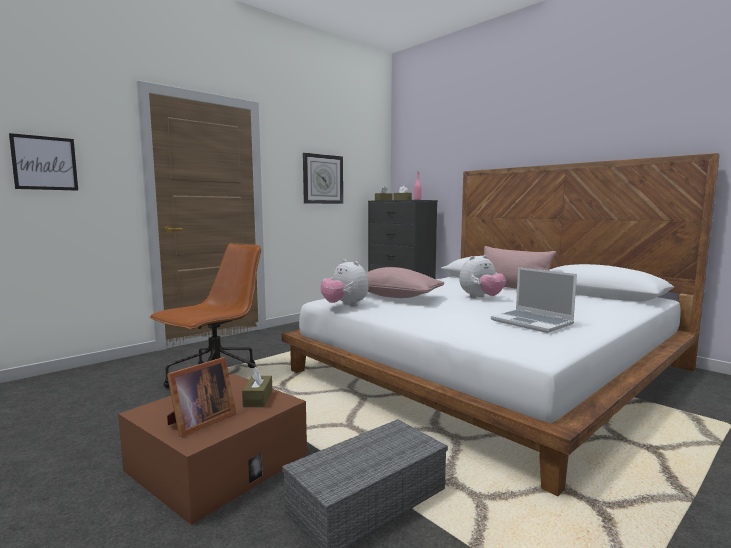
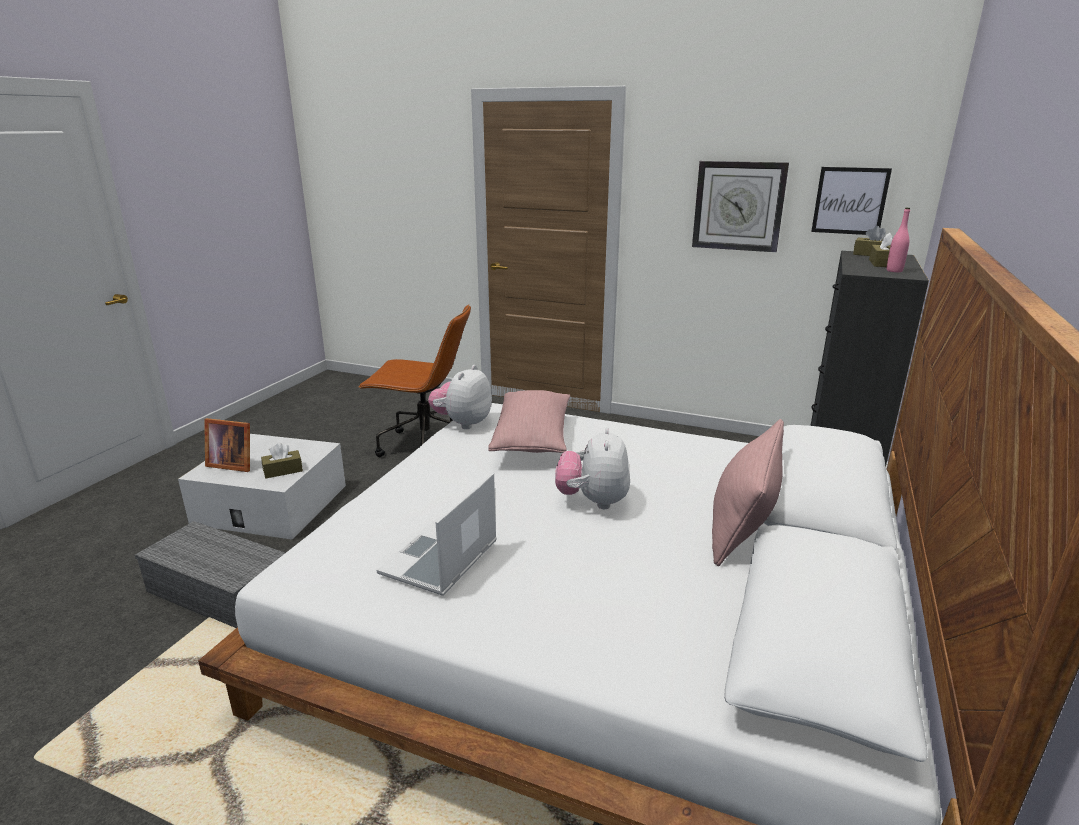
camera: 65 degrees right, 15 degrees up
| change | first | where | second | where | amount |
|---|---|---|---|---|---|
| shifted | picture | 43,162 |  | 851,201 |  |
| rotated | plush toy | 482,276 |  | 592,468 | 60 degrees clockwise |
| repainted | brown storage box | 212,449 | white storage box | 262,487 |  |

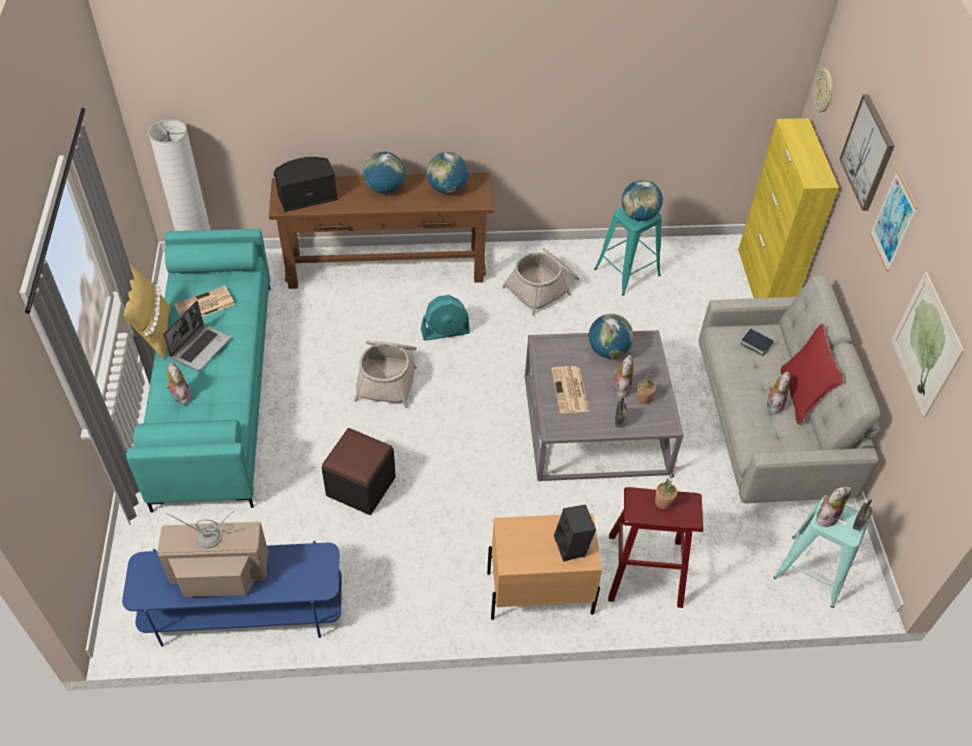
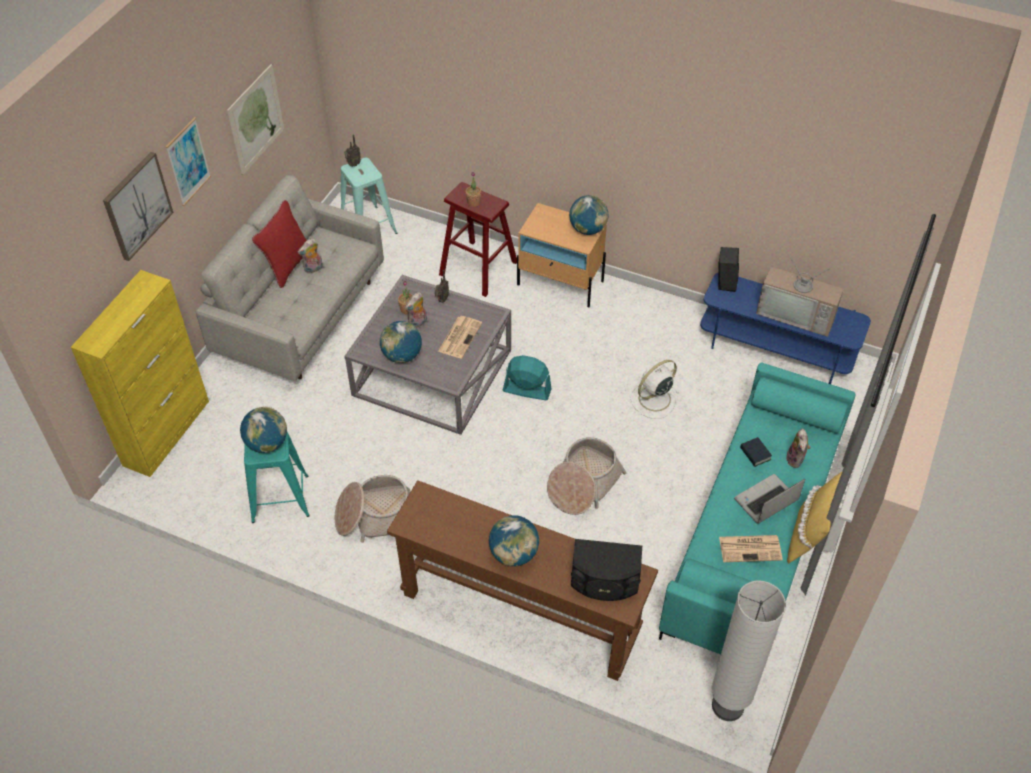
camera: 150 degrees left, 0 degrees up
| change | first | where | second | where | amount |
|---|---|---|---|---|---|
| gone | wall clock | 823,90 |  |  |  |
| shifted | globe | 447,173 |  | 589,215 |  |
| shifted | turquoise fan | 445,318 |  | 527,377 |  |
| shifted | book | 756,342 |  | 756,452 |  |
| swapped | black ottoman | 358,471 | white fan | 654,389 |  |
| gone | plush toy | 834,507 |  |  |  |
| shifted | black speaker | 575,533 |  | 728,269 |  |

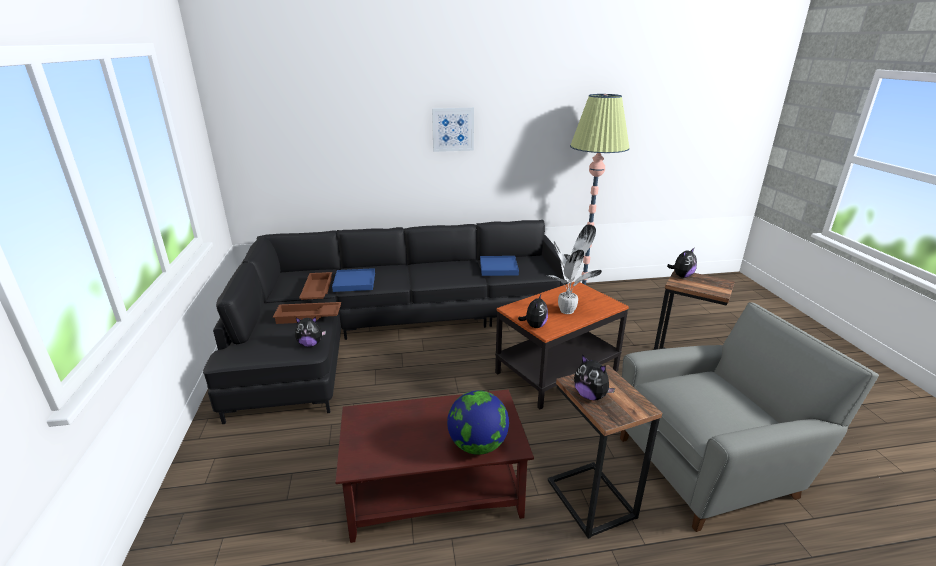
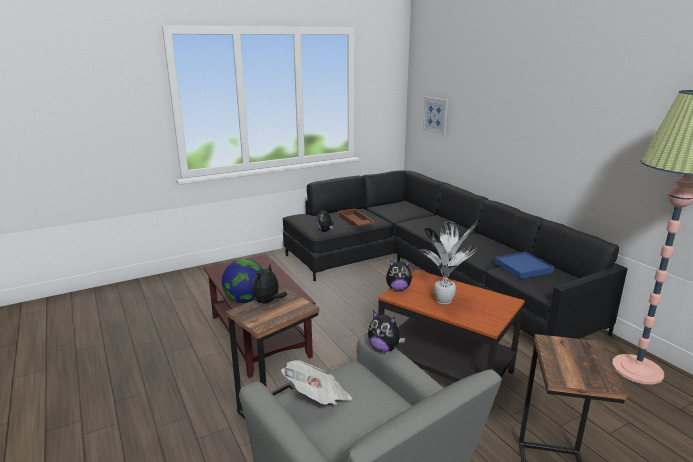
camera: 70 degrees right, 5 degrees down
| change | first | where | second | where | amount |
|---|---|---|---|---|---|
| shifted | picture | 453,130 |  | 435,116 |  |
| shifted | plush toy | 682,262 |  | 386,331 |  |
| gone | blue tray | 353,280 |  |  |  |
| gone | brown tray | 315,286 |  |  |  |
| new |  |  | newspaper | 316,382 |  |

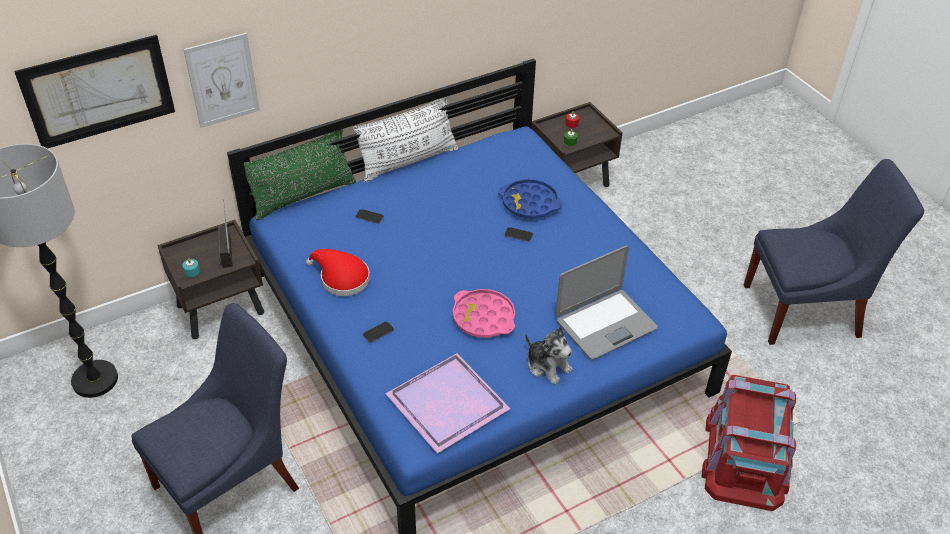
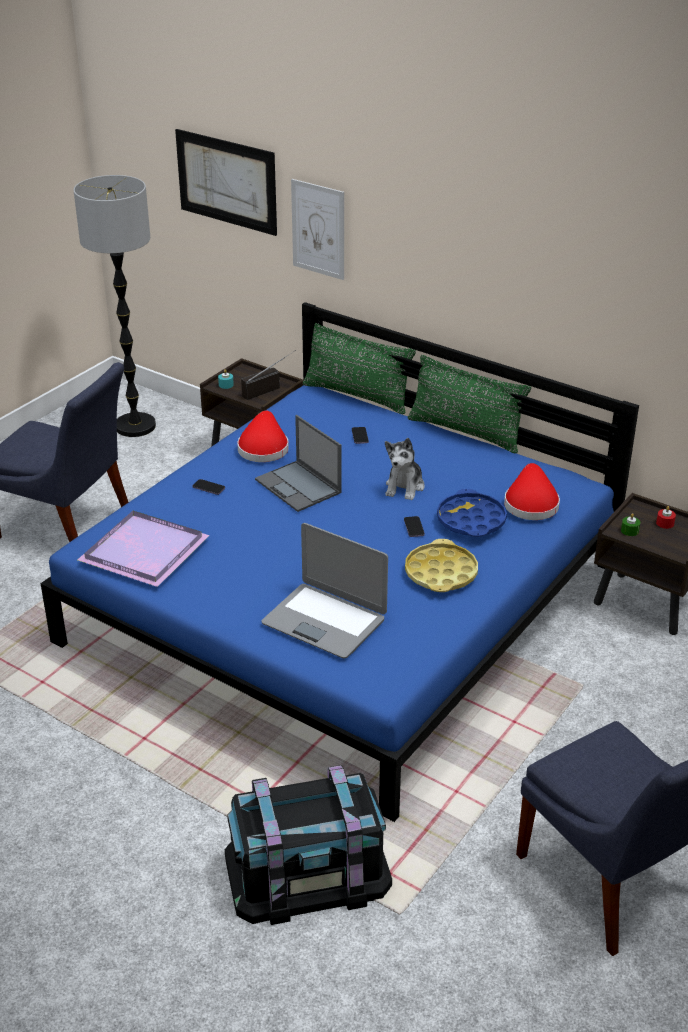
camera: 65 degrees right, 10 degrees down
| change | first | where | second | where | amount |
|---|---|---|---|---|---|
| repainted | white pillow | 405,139 | green pillow | 469,404 |  |
| gone | pink tray | 484,313 |  |  |  |
| shifted | plush toy | 549,356 |  | 405,469 |  |
| repainted | red storage box | 749,443 | black storage box | 308,845 |  |
| new |  |  | laptop | 298,463 |  |
| new |  |  | red hat | 532,491 |  |
| new |  |  | yellow tray | 441,565 |  |

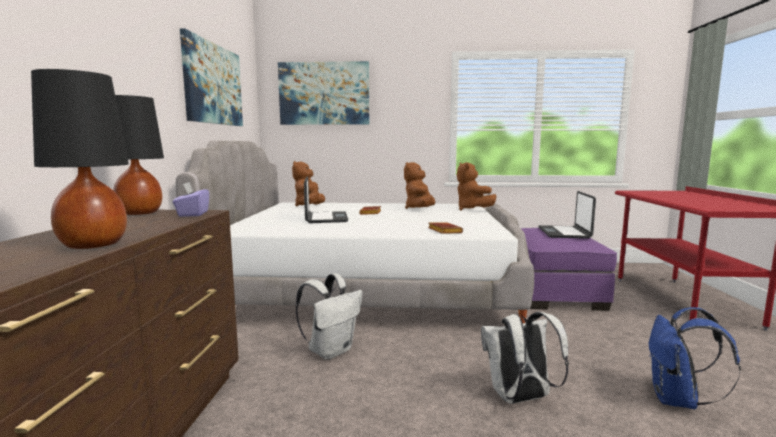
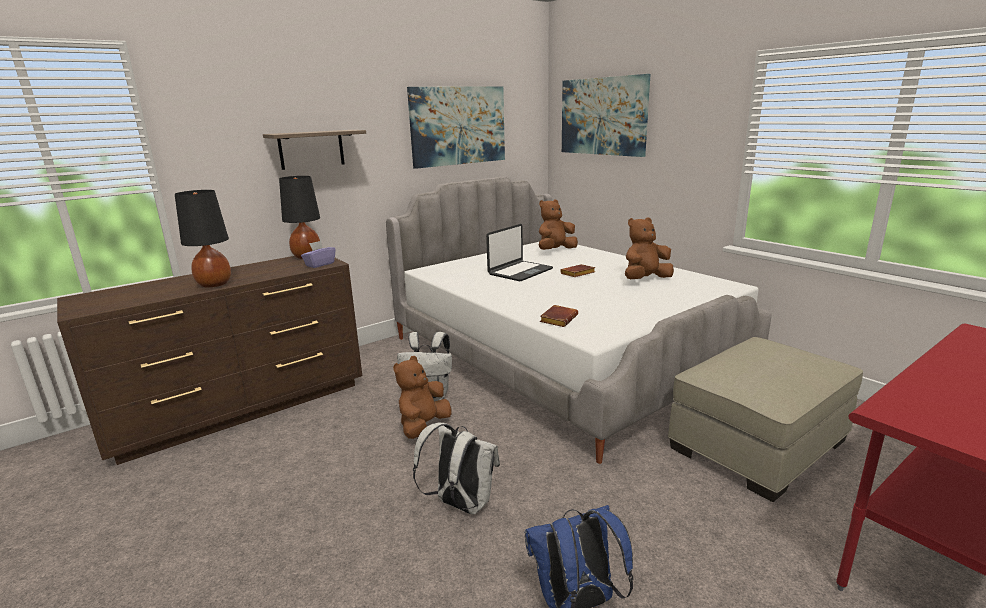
camera: 50 degrees right, 10 degrees up
| change | first | where | second | where | amount |
|---|---|---|---|---|---|
| shifted | brown plush toy | 476,186 |  | 422,397 |  |
| gone | laptop | 567,215 |  |  |  |
| repainted | purple ottoman | 568,269 | beige ottoman | 765,419 |  |
| new |  |  | shelf | 314,150 |  |

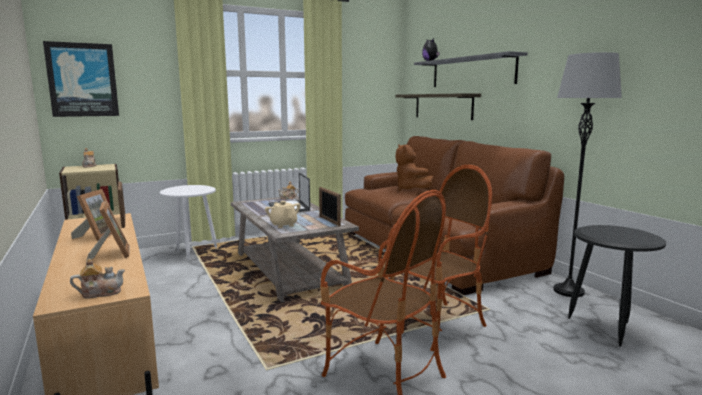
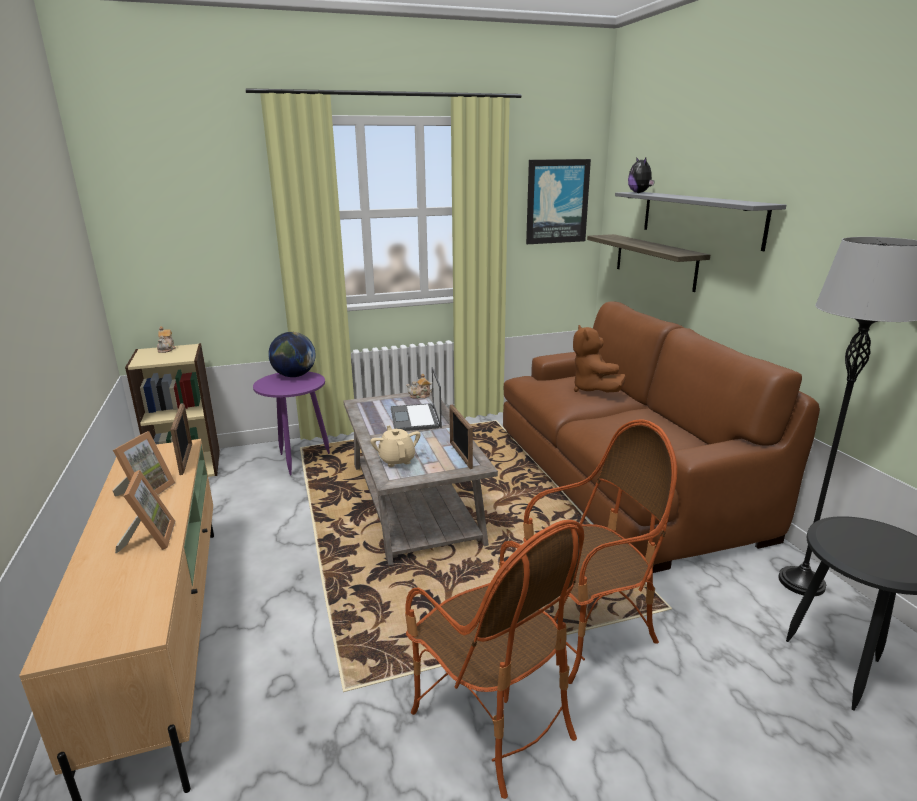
camera: 10 degrees right, 10 degrees up
| change | first | where | second | where | amount |
|---|---|---|---|---|---|
| shifted | picture | 81,79 |  | 558,201 |  |
| repainted | white side table | 188,223 | purple side table | 291,423 |  |
| gone | teapot | 97,278 |  |  |  |
| new |  |  | globe | 292,354 |  |

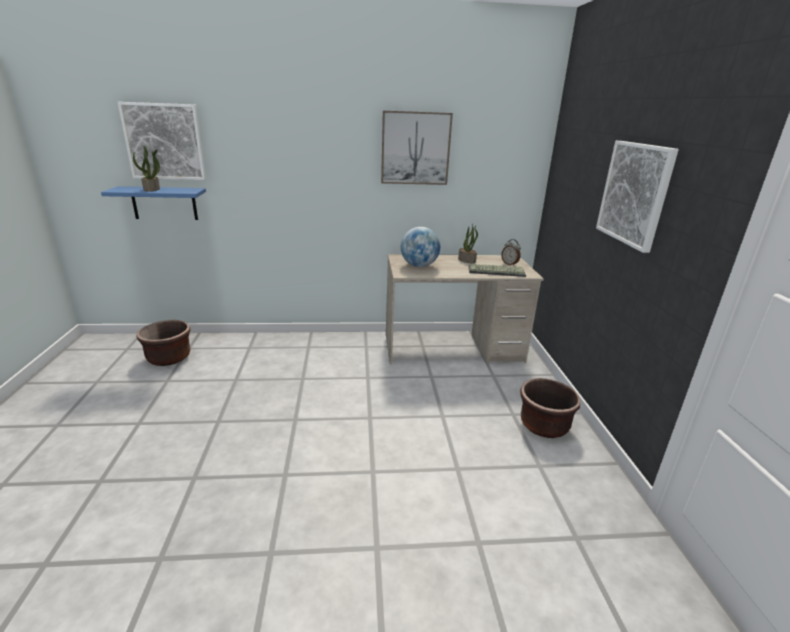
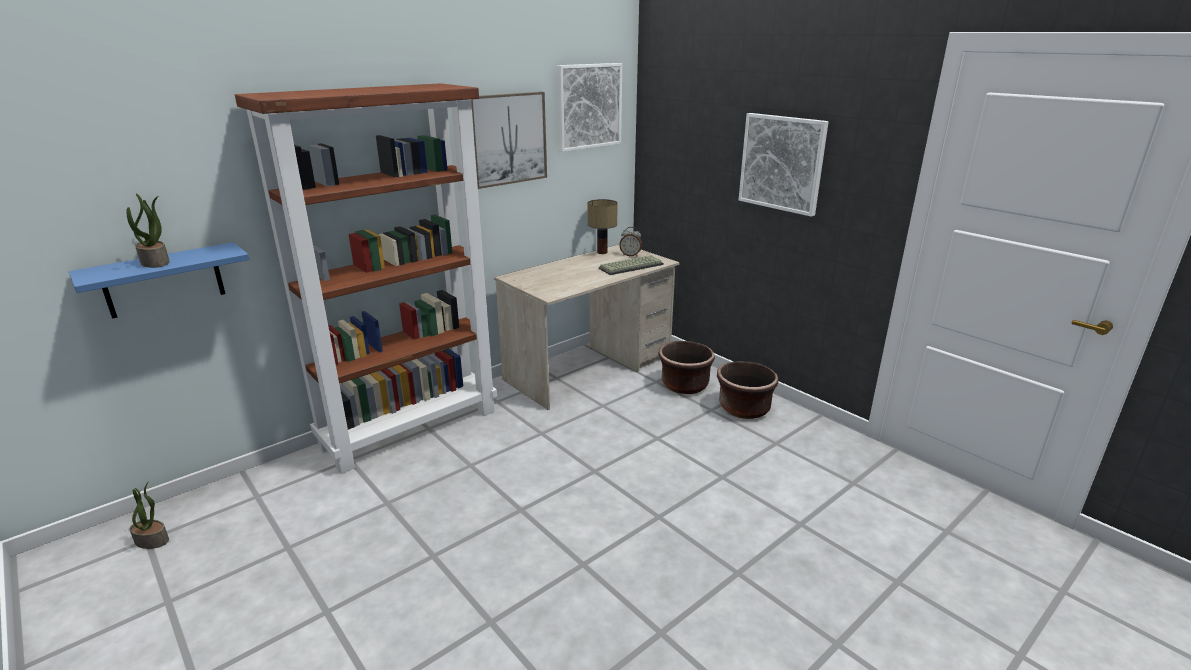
camera: 35 degrees left, 0 degrees up
| change | first | where | second | where | amount |
|---|---|---|---|---|---|
| shifted | picture | 162,141 |  | 589,107 |  |
| shifted | potted plant | 468,243 |  | 149,515 |  |
| gone | globe | 420,247 |  |  |  |
| shifted | brown planter | 164,343 |  | 686,367 |  |
| new |  |  | brown bookcase | 366,278 |  |
| new |  |  | table lamp | 603,226 |  |

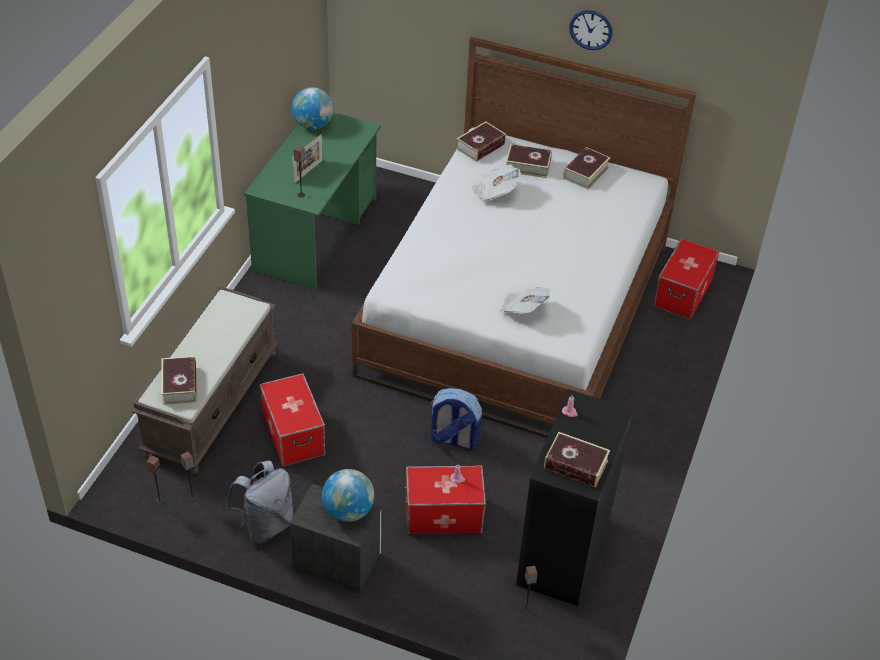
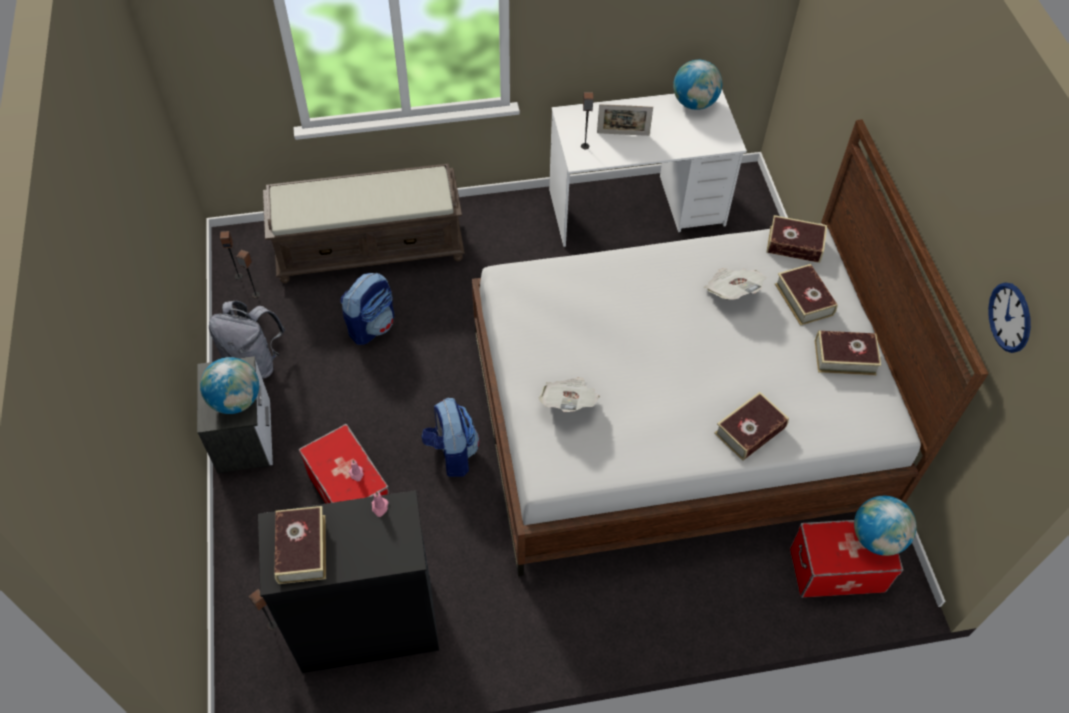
camera: 60 degrees right, 10 degrees up
| change | first | where | second | where | amount |
|---|---|---|---|---|---|
| shifted | wall clock | 590,30 |  | 1009,317 |  |
| repainted | green desk | 312,201 | white desk | 648,168 |  |
| shifted | book | 179,380 |  | 751,426 |  |
| swapped | storage box | 292,419 | backpack | 367,309 |  |
| new |  |  | globe | 885,526 |  |

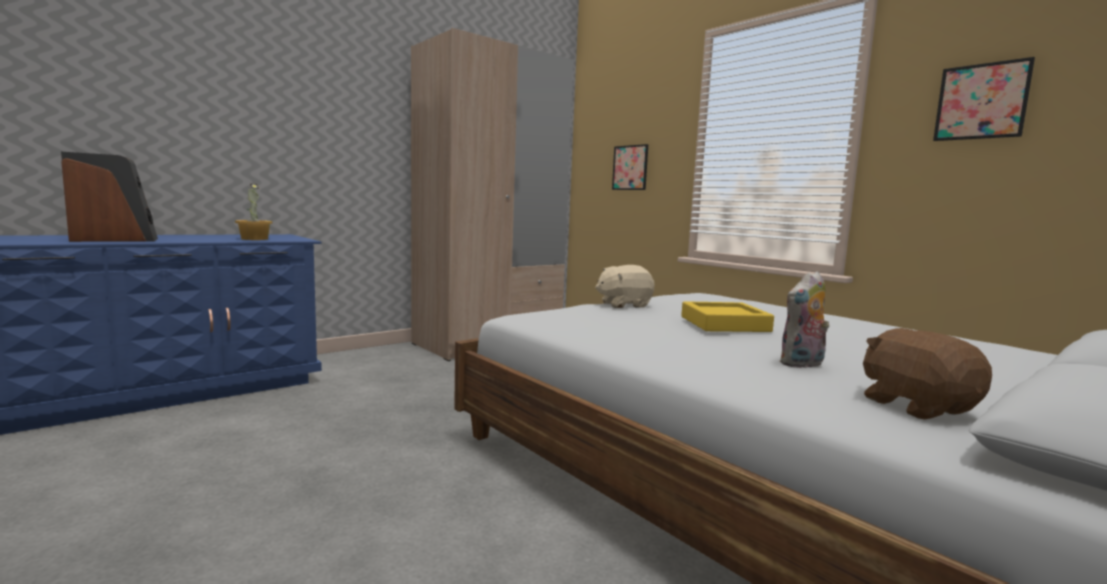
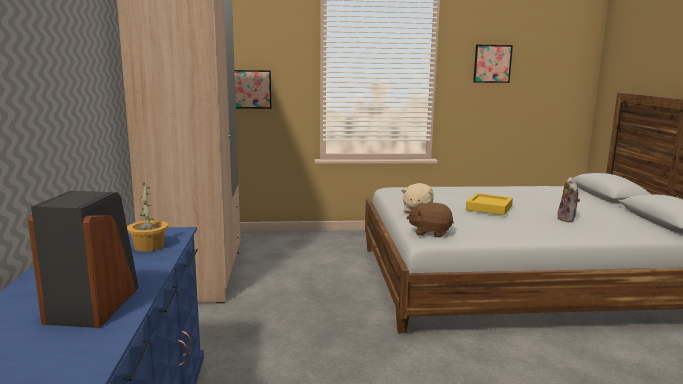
camera: 55 degrees left, 5 degrees up
| change | first | where | second | where | amount |
|---|---|---|---|---|---|
| shifted | brown plush toy | 927,373 |  | 430,220 |  |

